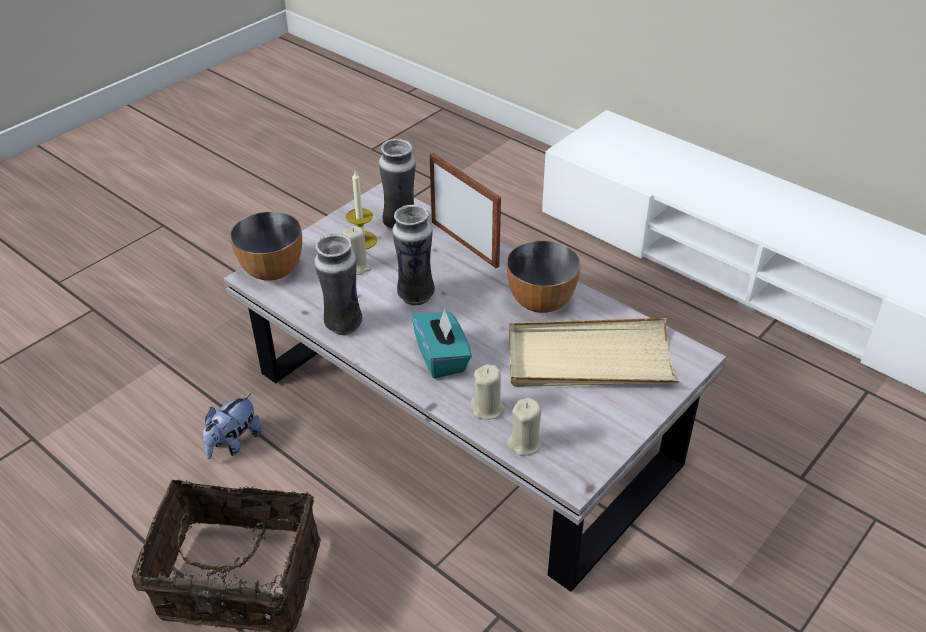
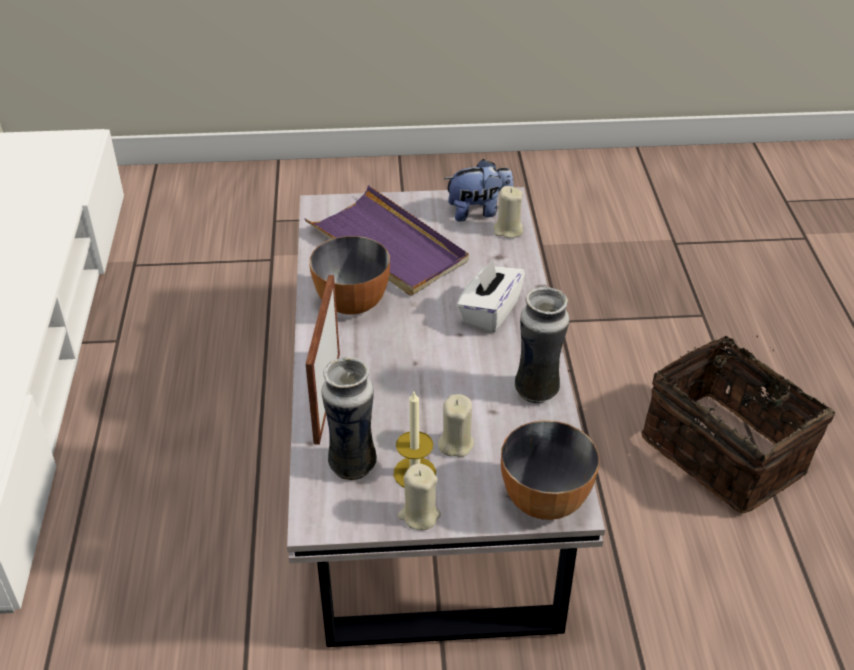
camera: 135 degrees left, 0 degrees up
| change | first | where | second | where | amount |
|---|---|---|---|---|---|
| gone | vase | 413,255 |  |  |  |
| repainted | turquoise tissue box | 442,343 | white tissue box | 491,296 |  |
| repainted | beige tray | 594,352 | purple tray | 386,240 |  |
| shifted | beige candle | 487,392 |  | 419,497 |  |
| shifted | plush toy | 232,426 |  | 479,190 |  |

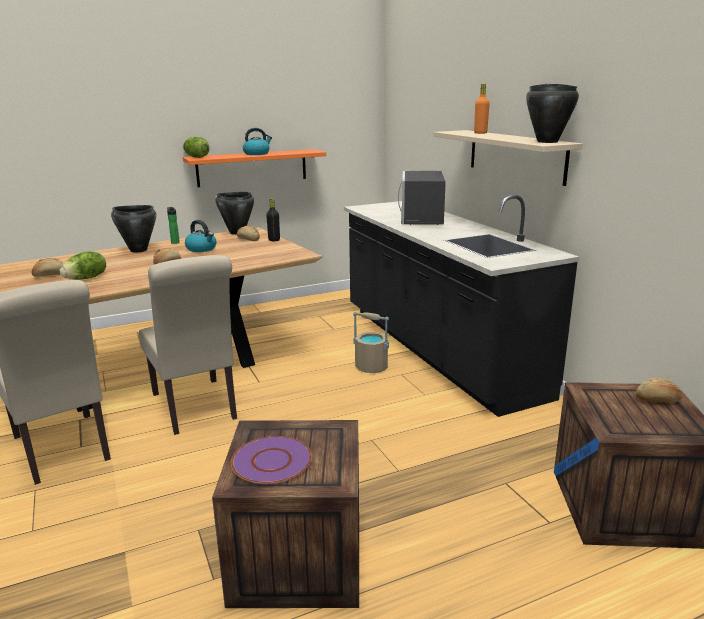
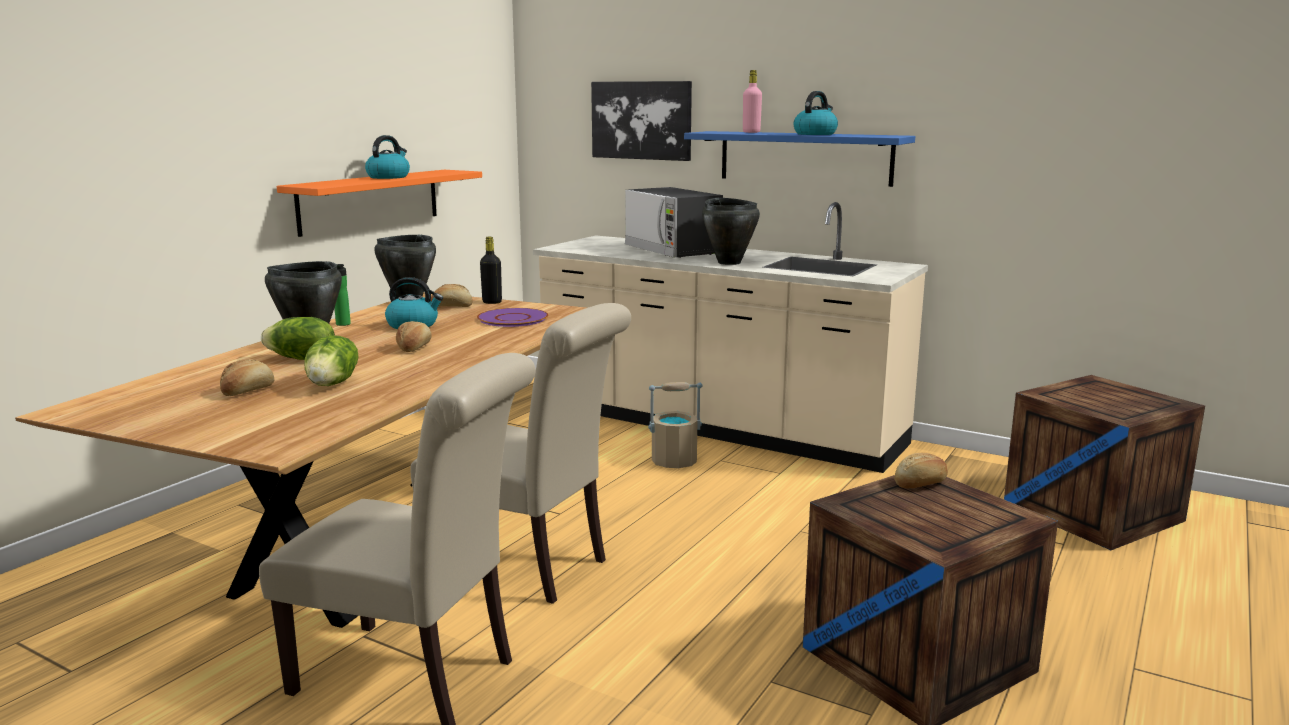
camera: 35 degrees left, 5 degrees down
| change | first | where | second | where | amount |
|---|---|---|---|---|---|
| repainted | orange bottle | 482,109 | pink bottle | 752,101 |  |
| shifted | black cooking pot | 552,113 |  | 731,231 |  |
| repainted | beige shelf | 508,158 | blue shelf | 799,159 |  |
| shifted | lettuce | 196,147 |  | 298,338 |  |
| repainted | black counter | 461,306 | beige counter | 730,337 |  |
| shifted | bread | 659,390 |  | 921,470 |  |
| shifted | purple plate | 271,460 |  | 513,317 |  |
| new |  |  | picture | 641,121 |  |
| new |  |  | kettle | 815,113 |  |

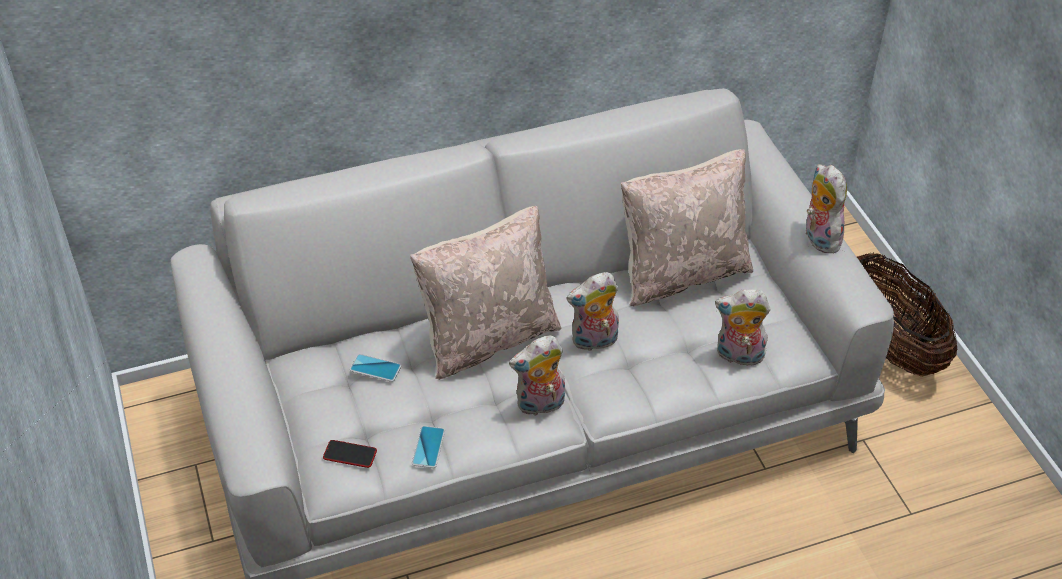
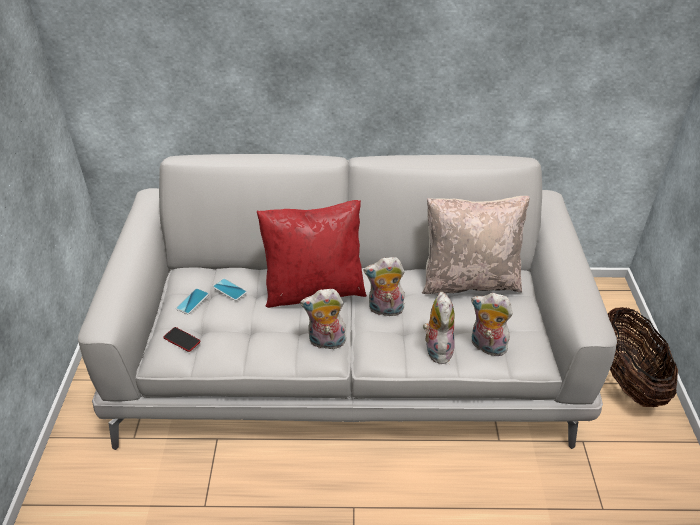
camera: 20 degrees right, 5 degrees down
| change | first | where | second | where | amount |
|---|---|---|---|---|---|
| shifted | plush toy | 826,208 |  | 439,328 |  |
| repainted | beige pillow | 485,292 | red pillow | 312,254 |  |
| shifted | phone | 428,447 |  | 192,301 |  |

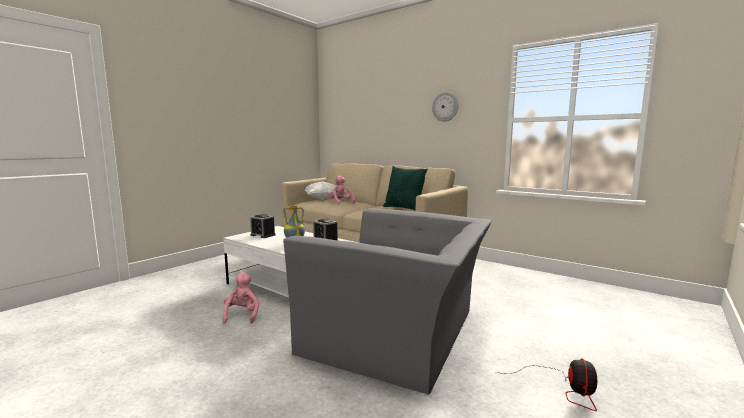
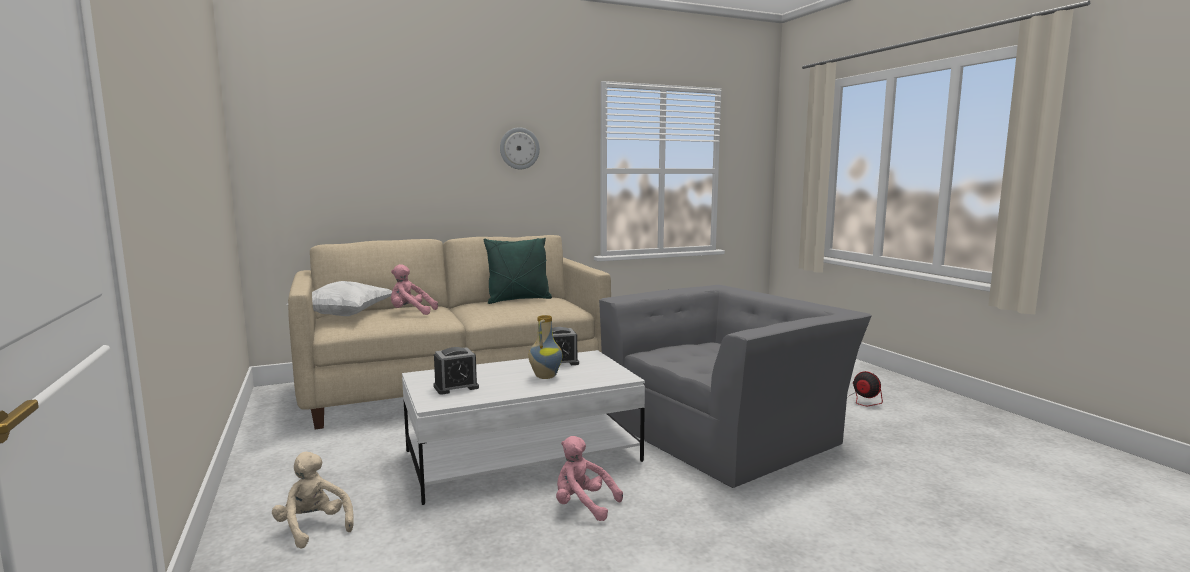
camera: 60 degrees left, 0 degrees up
| change | first | where | second | where | amount |
|---|---|---|---|---|---|
| new |  |  | beige plush toy | 313,500 |  |

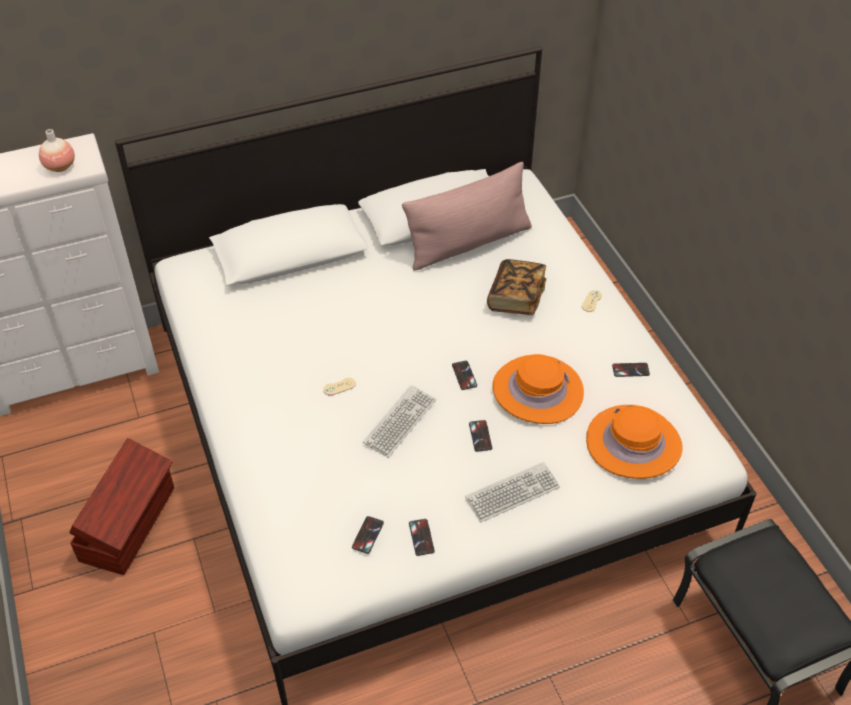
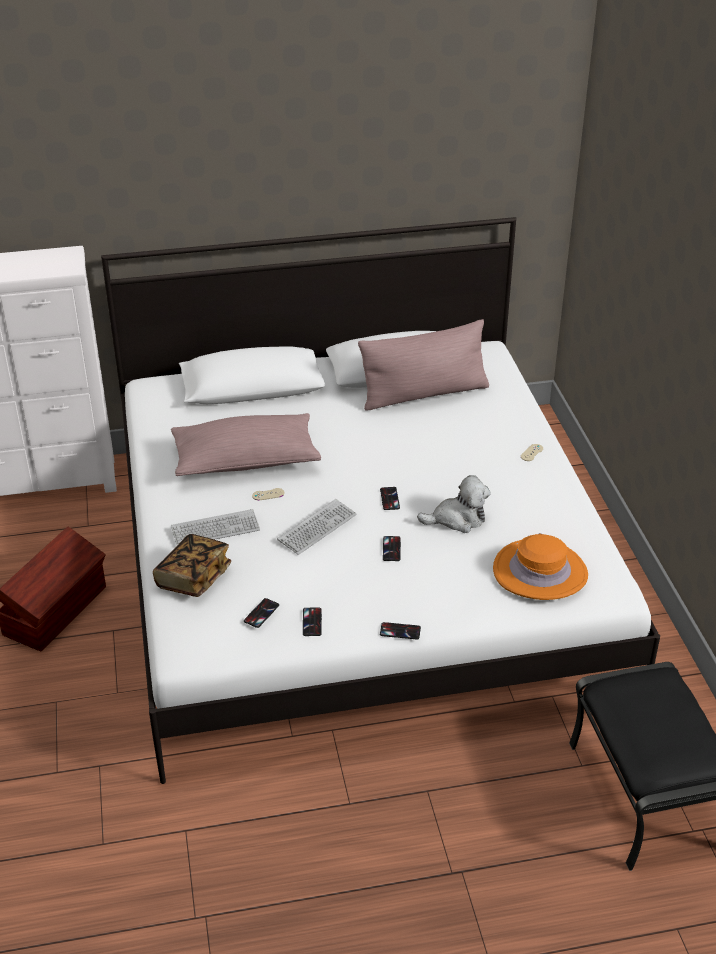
camera: 10 degrees right, 10 degrees down
| change | first | where | second | where | amount |
|---|---|---|---|---|---|
| gone | vase | 57,150 |  |  |  |
| shifted | book | 516,287 |  | 192,565 |  |
| swapped | orange hat | 538,389 | plush toy | 454,504 |  |
| shifted | phone | 631,370 |  | 400,630 |  |
| shifted | keyboard | 512,492 |  | 215,527 |  |
| new |  |  | pink pillow | 246,444 |  |

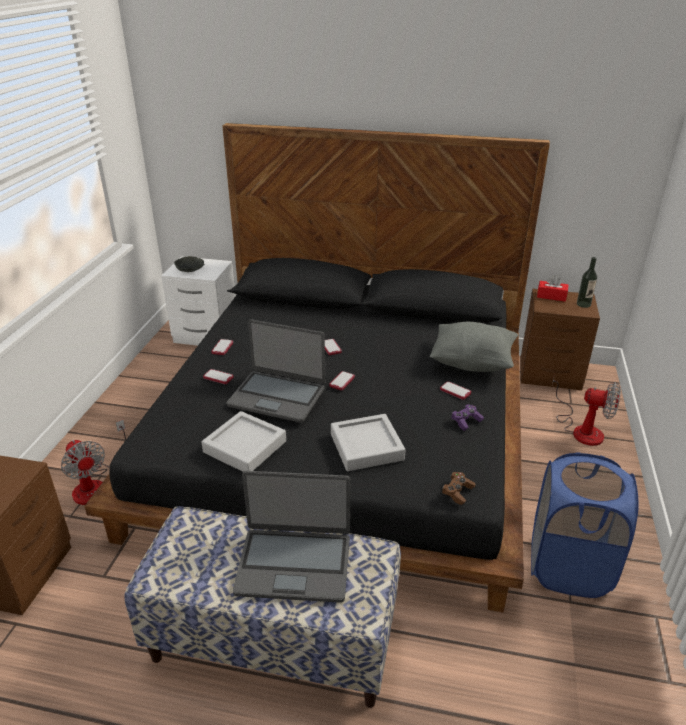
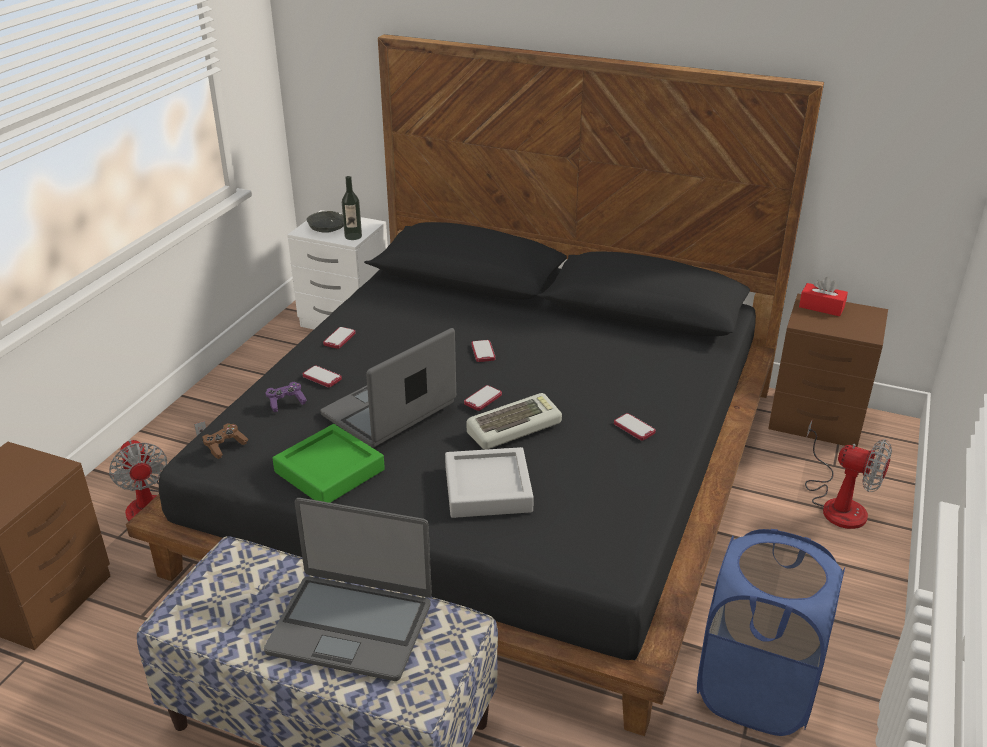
camera: 10 degrees right, 0 degrees up
| change | first | where | second | where | amount |
|---|---|---|---|---|---|
| shifted | bottle | 587,282 |  | 352,208 |  |
| rotated | laptop | 276,371 |  | 388,387 | 105 degrees clockwise |
| gone | grey pillow | 474,347 |  |  |  |
| shifted | purple game controller | 467,417 |  | 286,397 |  |
| repainted | grey tray | 244,441 | green tray | 328,463 |  |
| shifted | brown game controller | 459,488 |  | 225,441 |  |
| new |  |  | keyboard | 514,421 |  |

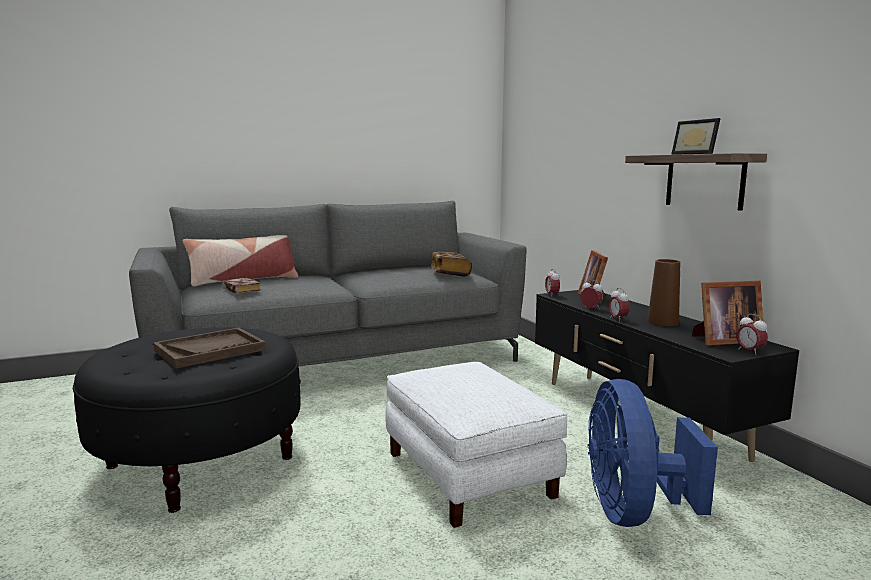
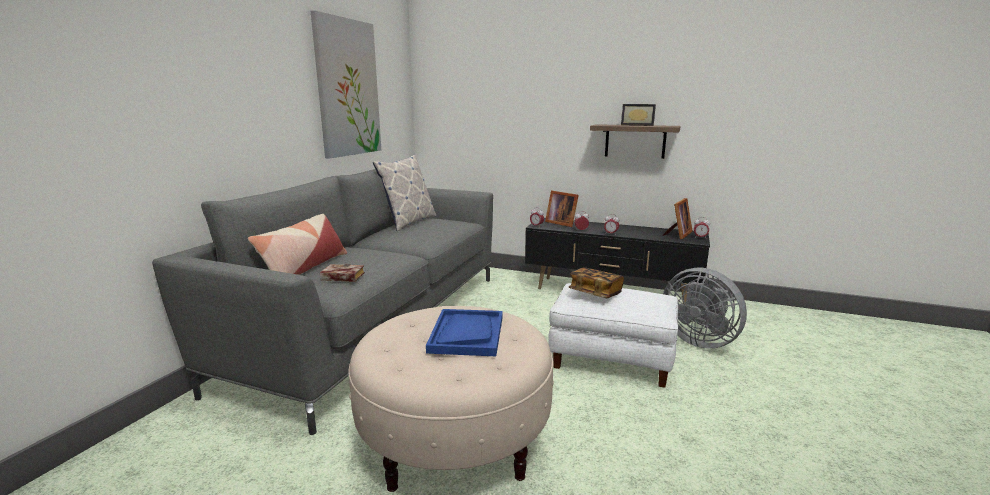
camera: 45 degrees left, 5 degrees up
| change | first | where | second | where | amount |
|---|---|---|---|---|---|
| shifted | book | 451,263 |  | 596,283 |  |
| gone | brown vase | 663,292 |  |  |  |
| repainted | black ottoman | 187,420 | beige ottoman | 451,399 |  |
| repainted | brown tray | 209,348 | blue tray | 464,332 |  |
| repainted | blue fan | 652,453 | grey fan | 705,308 |  |
| new |  |  | picture | 346,84 |  |
| new |  |  | pillow | 404,193 |  |

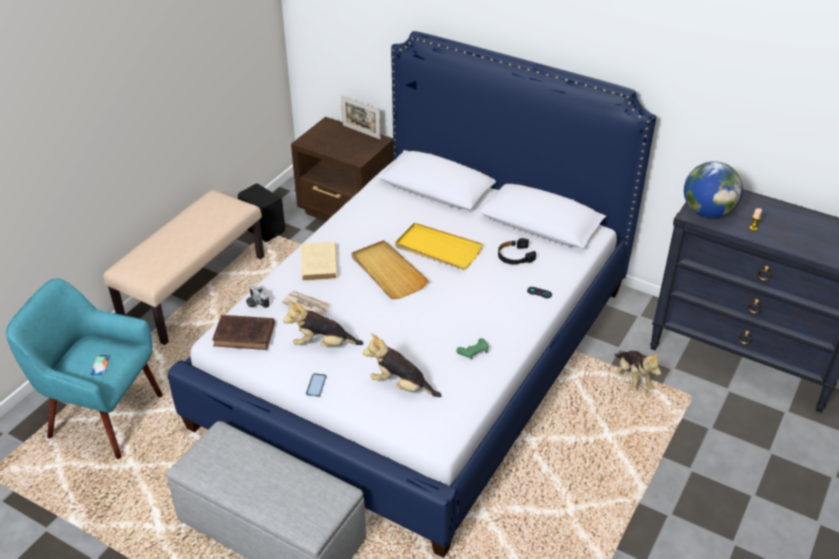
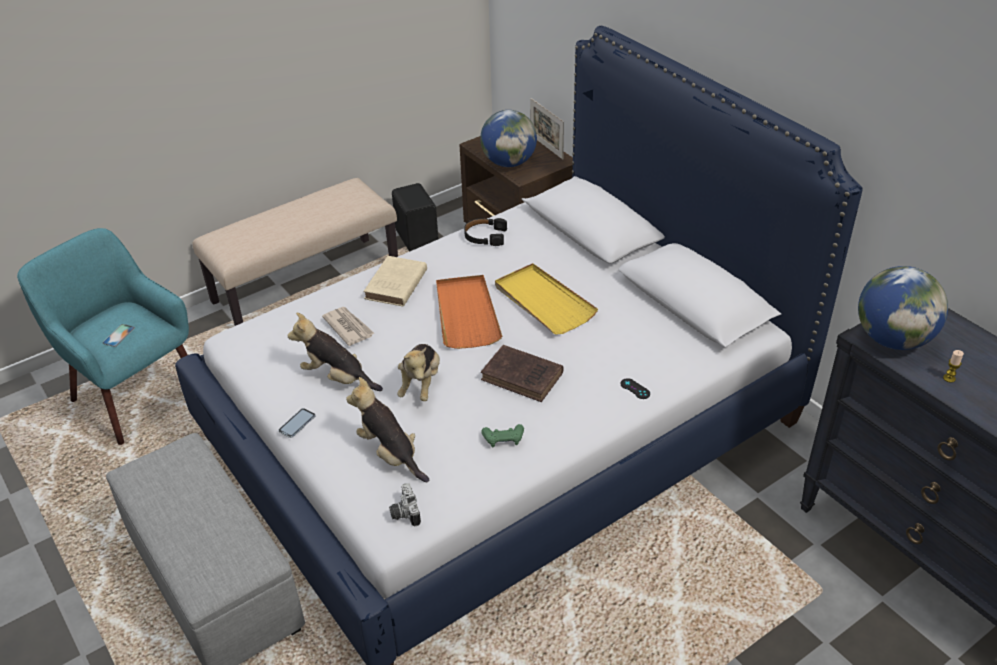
camera: 25 degrees right, 0 degrees up
| change | first | where | second | where | amount |
|---|---|---|---|---|---|
| shifted | black headphones | 517,251 |  | 485,232 |  |
| repainted | beige tray | 390,269 | orange tray | 469,312 |  |
| shifted | photo camera | 257,295 |  | 405,504 |  |
| shifted | brown book | 243,332 |  | 522,373 |  |
| shifted | plush toy | 638,371 |  | 418,372 |  |
| new |  |  | globe | 508,138 |  |

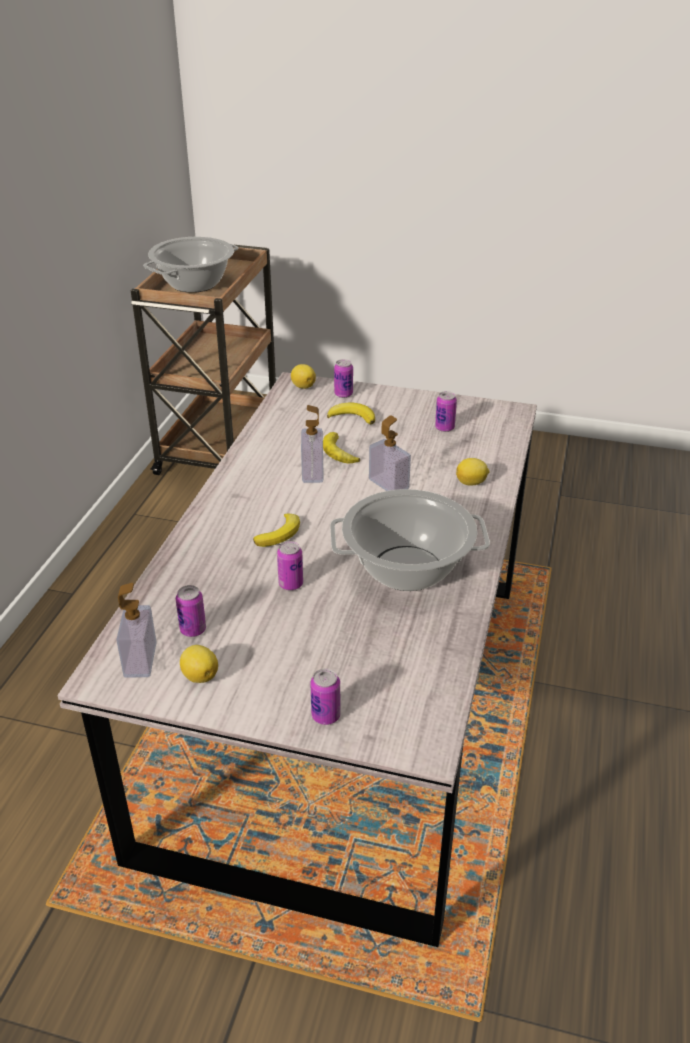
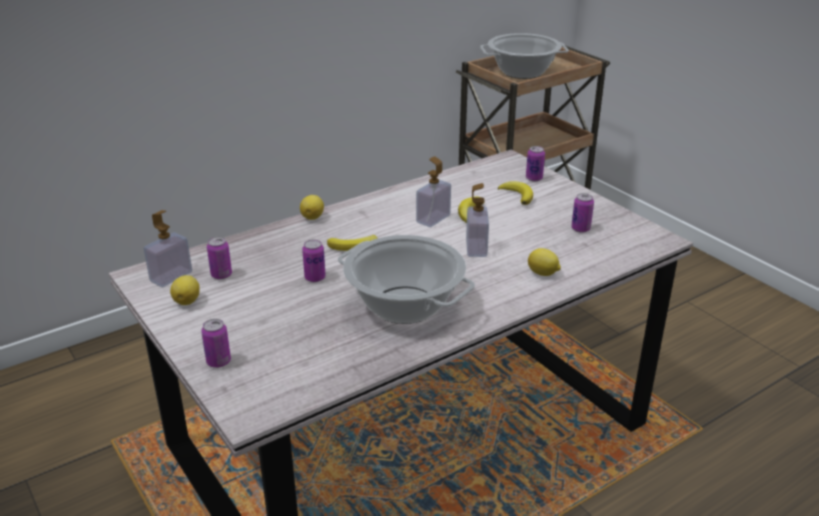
camera: 40 degrees right, 5 degrees down
| change | first | where | second | where | amount |
|---|---|---|---|---|---|
| shifted | lemon | 303,376 |  | 312,207 |  |

